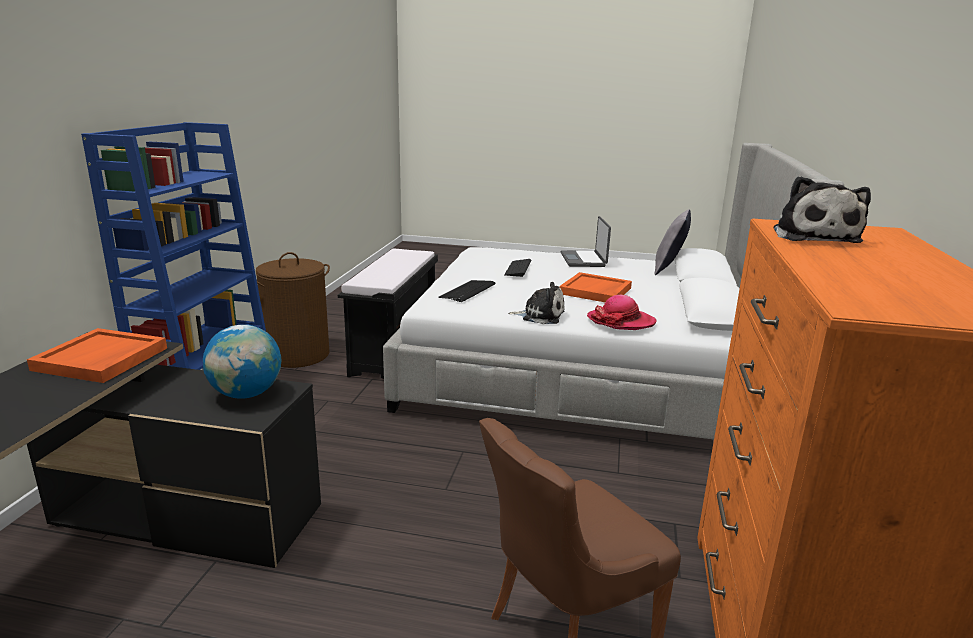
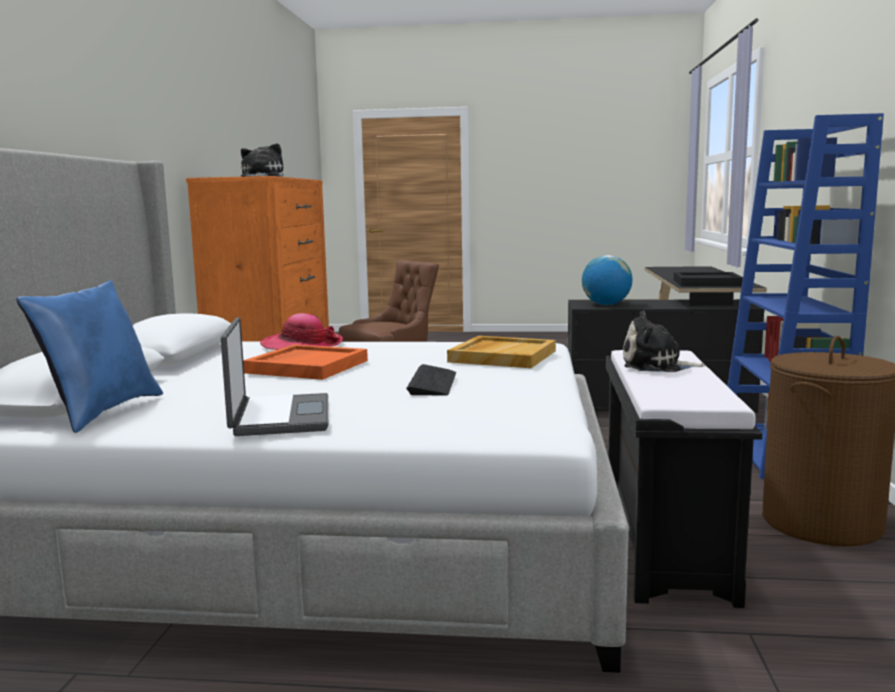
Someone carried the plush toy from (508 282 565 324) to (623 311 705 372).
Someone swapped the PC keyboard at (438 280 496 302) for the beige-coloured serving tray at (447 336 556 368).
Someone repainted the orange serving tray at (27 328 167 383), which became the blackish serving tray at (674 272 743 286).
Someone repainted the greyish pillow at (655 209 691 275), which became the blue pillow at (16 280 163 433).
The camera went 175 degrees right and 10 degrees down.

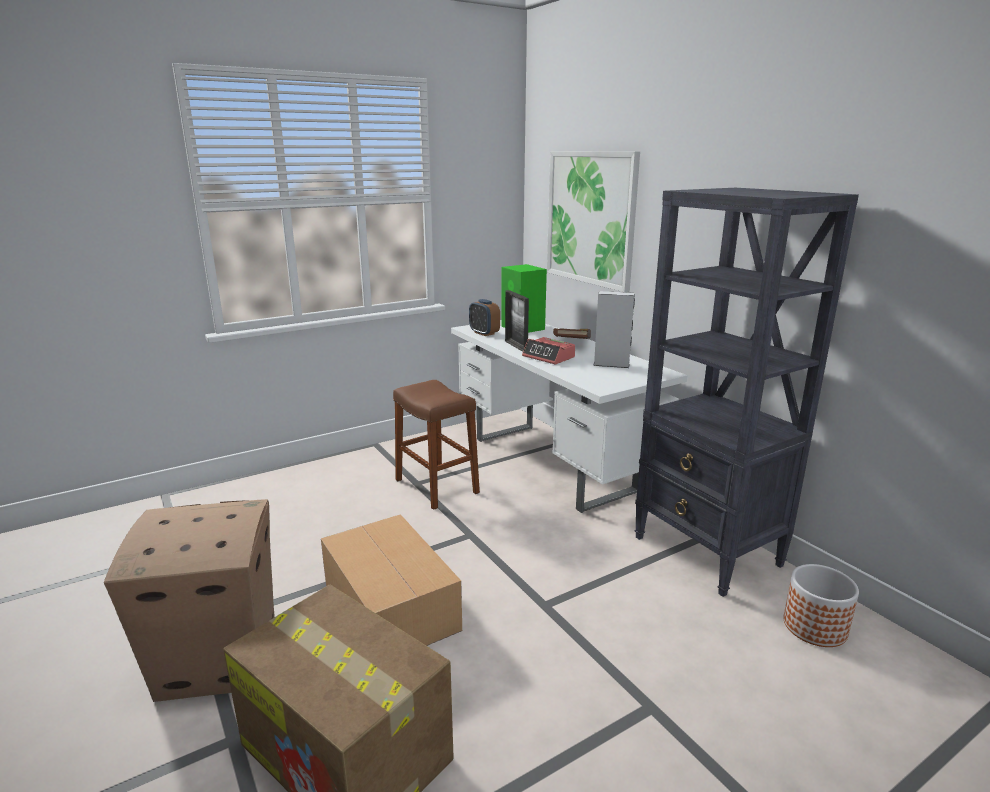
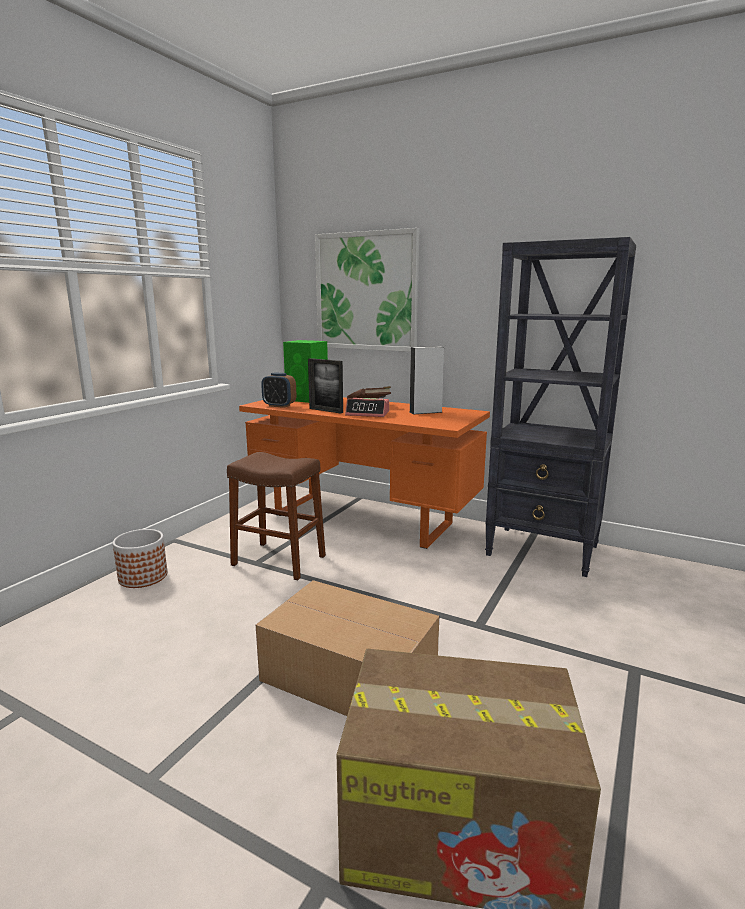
Someone took away the packing box at (104 499 275 702).
Someone carried the plant pot from (783 564 859 647) to (113 529 167 588).
Someone repainted the whitish desk unit at (451 320 687 513), which became the orange desk unit at (239 397 490 549).
The camera went 30 degrees left and 5 degrees down.

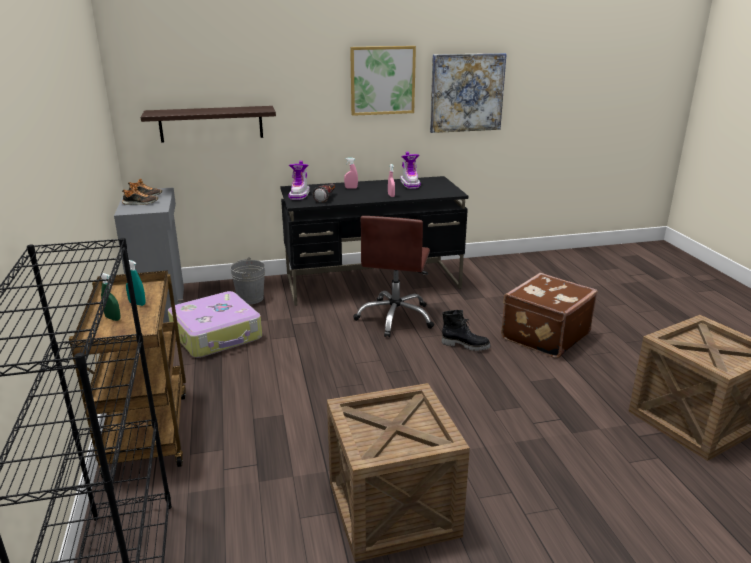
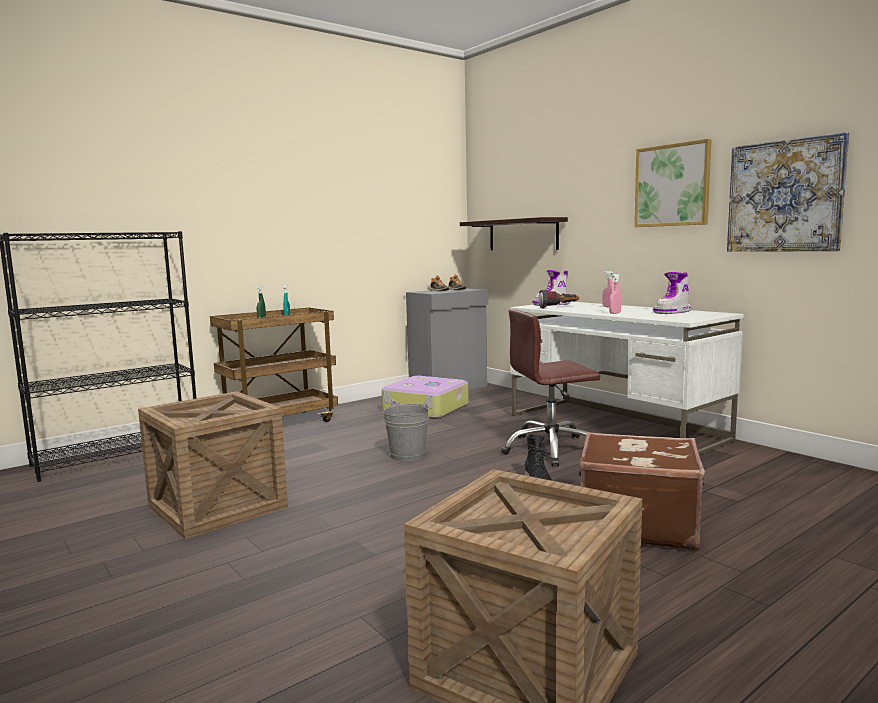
Someone carried the greyish bucket from (230 257 265 305) to (382 404 429 461).
Someone repainted the blackish desk unit at (280 176 468 306), which became the whitish desk unit at (510 302 744 455).
The camera went 65 degrees right and 15 degrees down.

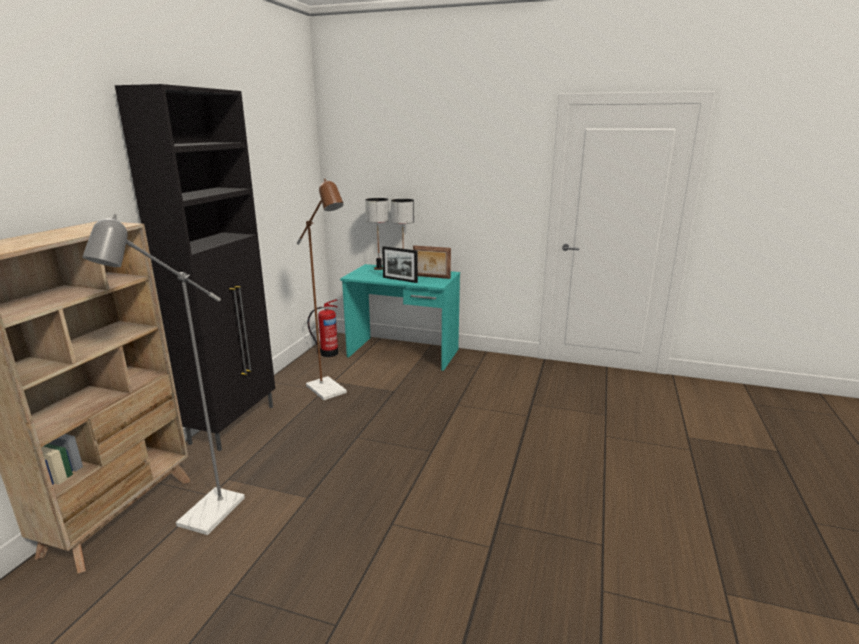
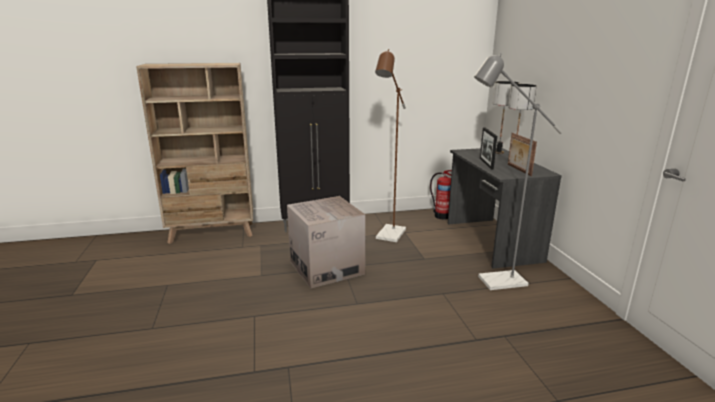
Someone put down the packing box at (287 196 366 288).
Someone carried the greyish standard lamp from (83 214 245 535) to (474 53 563 290).
Someone repainted the turquoise desk unit at (340 264 460 371), which became the greyish desk unit at (448 148 562 268).
The camera went 60 degrees right and 0 degrees up.

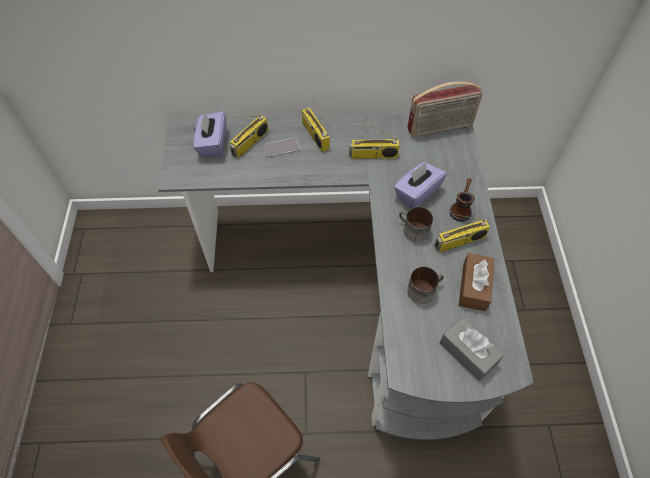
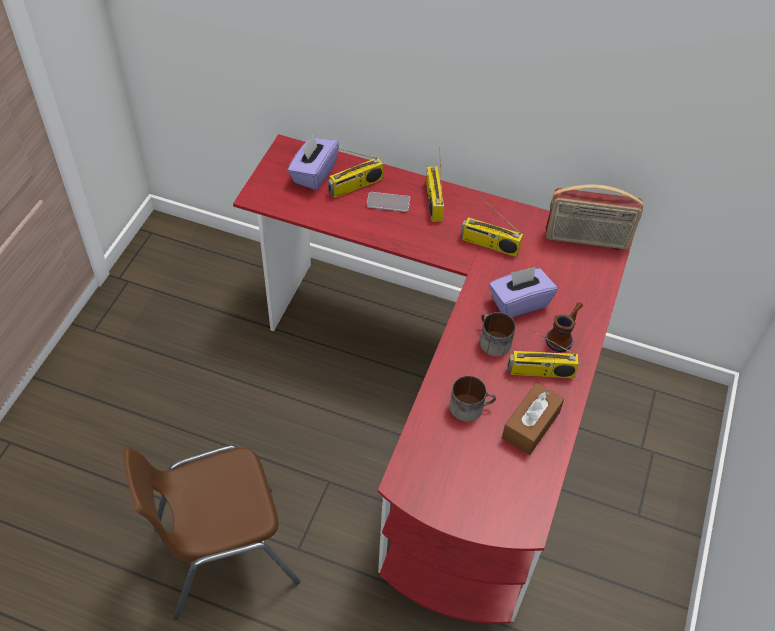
Someone took away the greyish tissue holder at (440 317 504 381).
Someone repainted the greyish desk unit at (158 115 534 440), which became the reddish desk unit at (233 134 634 624).
The camera went 20 degrees right and 5 degrees down.

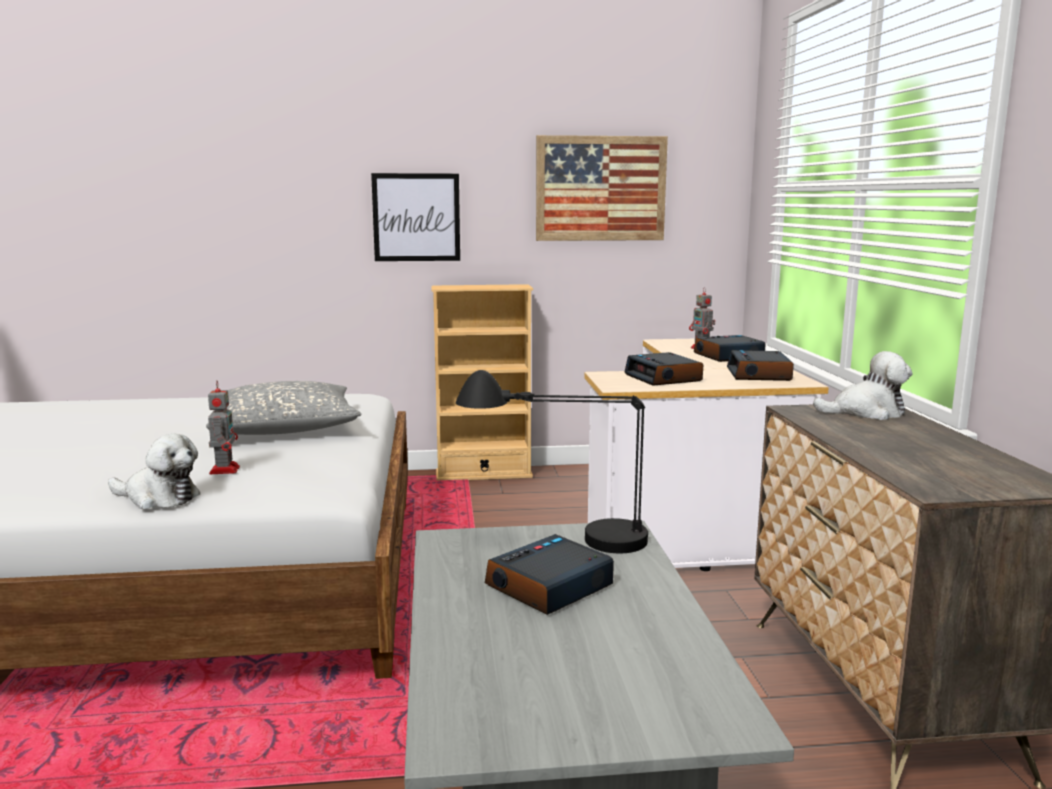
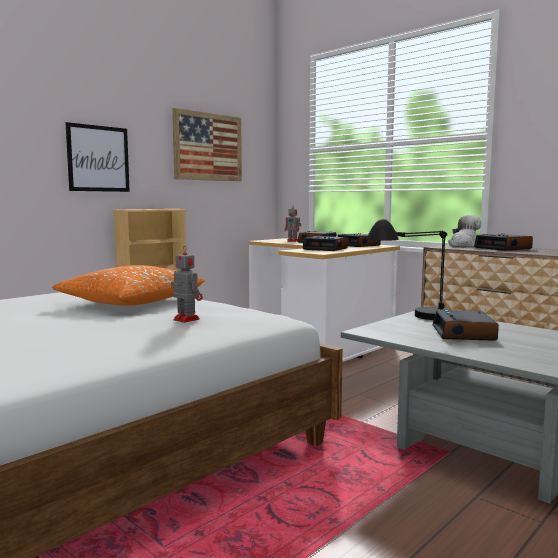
Someone took away the plush toy at (108 434 200 509).
Someone put down the table clock at (474 233 533 251).
Someone repainted the greyish pillow at (206 381 361 435), which became the orange pillow at (52 265 205 305).
The camera went 40 degrees left and 5 degrees down.

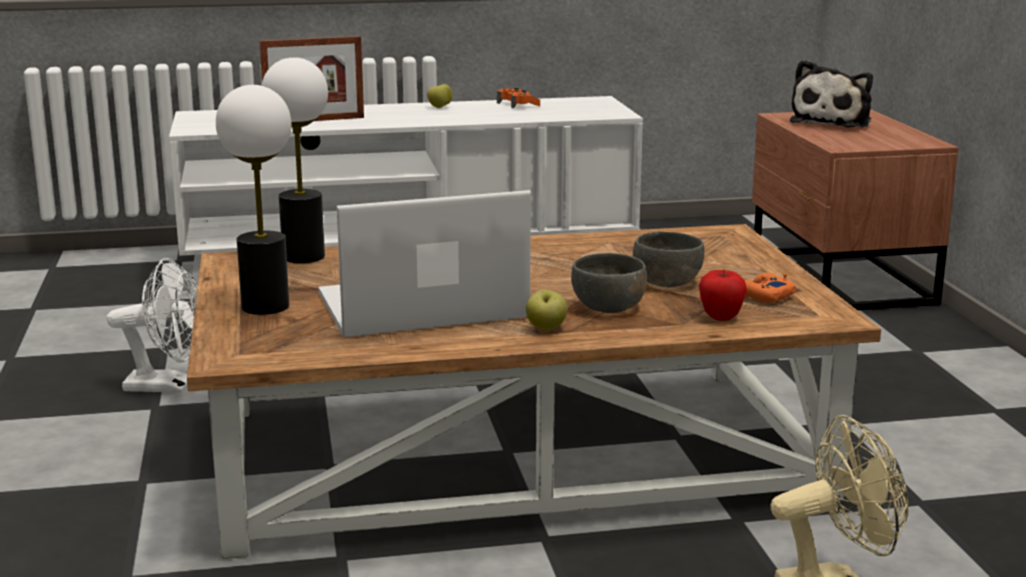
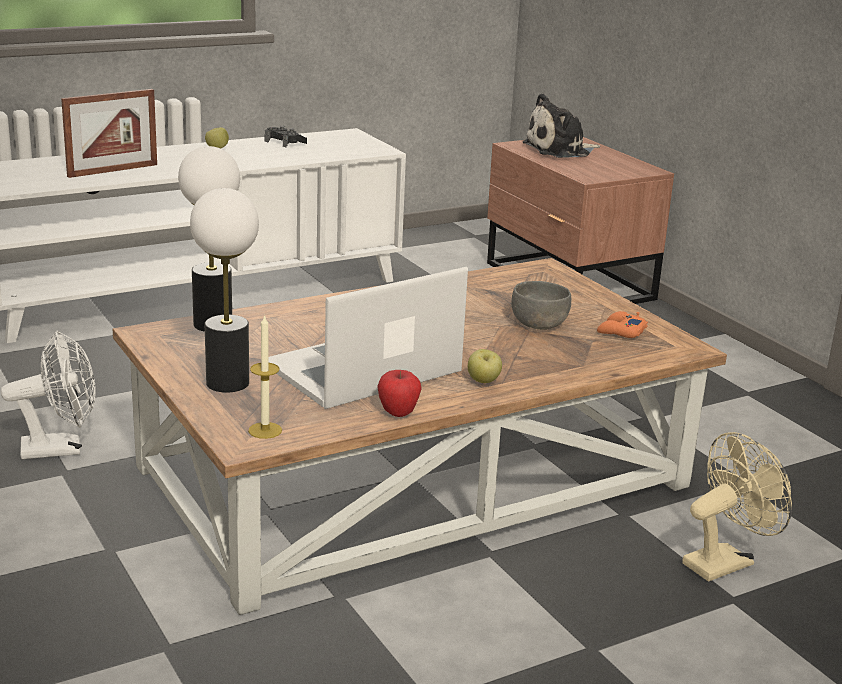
Someone took away the greyish bowl at (571 253 647 313).
Someone put down the wax candle at (248 314 282 439).
Someone carried the apple fruit from (699 270 747 321) to (377 370 422 417).
Someone repainted the orange game controller at (497 87 540 108), which became the blackish game controller at (265 126 307 147).
Someone rotated the plush toy at (790 60 873 128) by 60 degrees clockwise.
The camera went 20 degrees left and 5 degrees up.

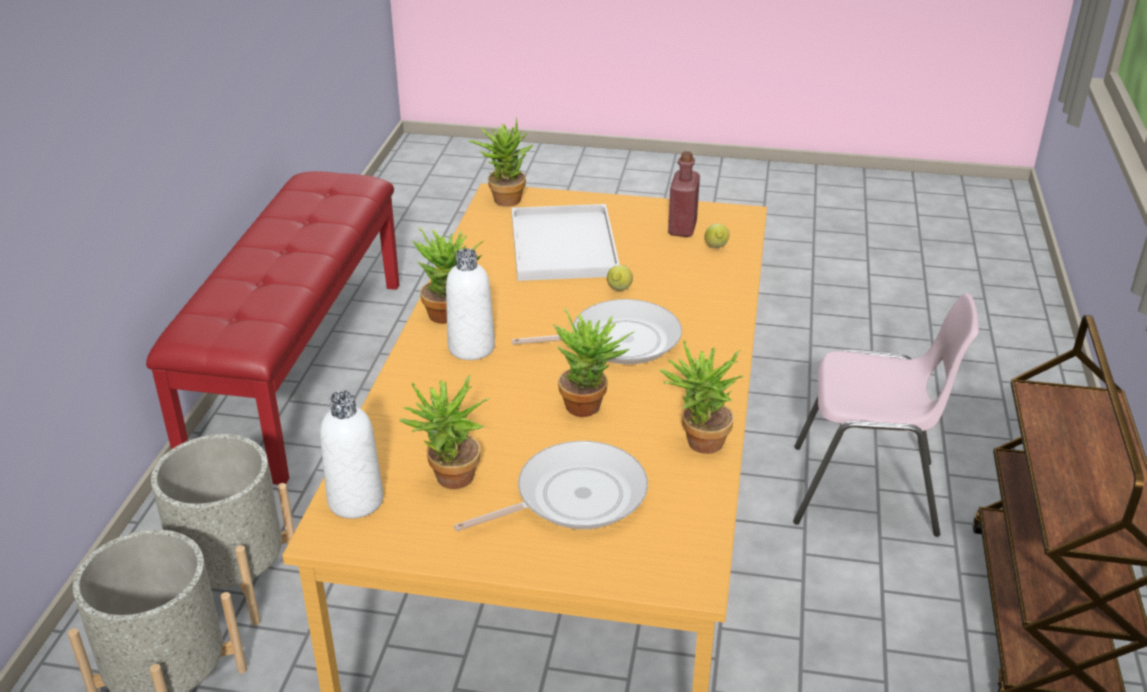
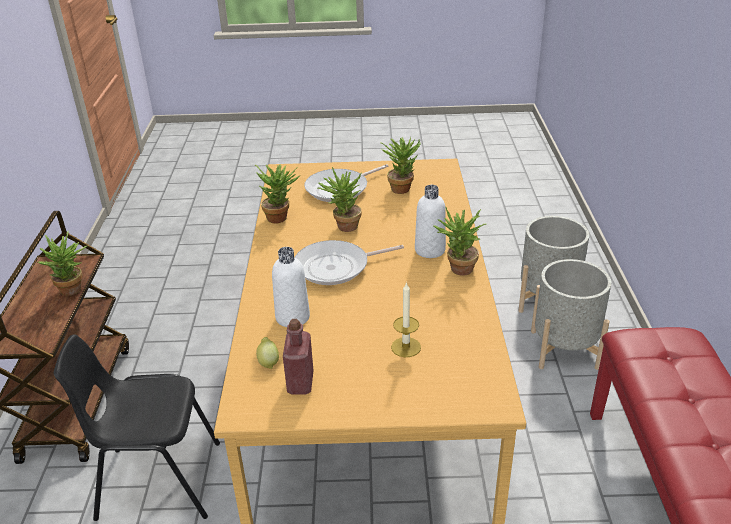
Someone took away the lemon at (607 265 633 291).
Someone carried the whitish drink bottle from (320 391 383 519) to (272 247 310 327).
Someone carried the houseplant from (469 117 533 207) to (38 231 87 296).
Someone swapped the whitish serving tray at (512 204 620 281) for the wax candle at (391 282 421 357).
Someone repainted the pink-coloured upright chair at (793 293 979 537), which became the blackish upright chair at (54 334 220 521).
The camera went 170 degrees right and 0 degrees up.

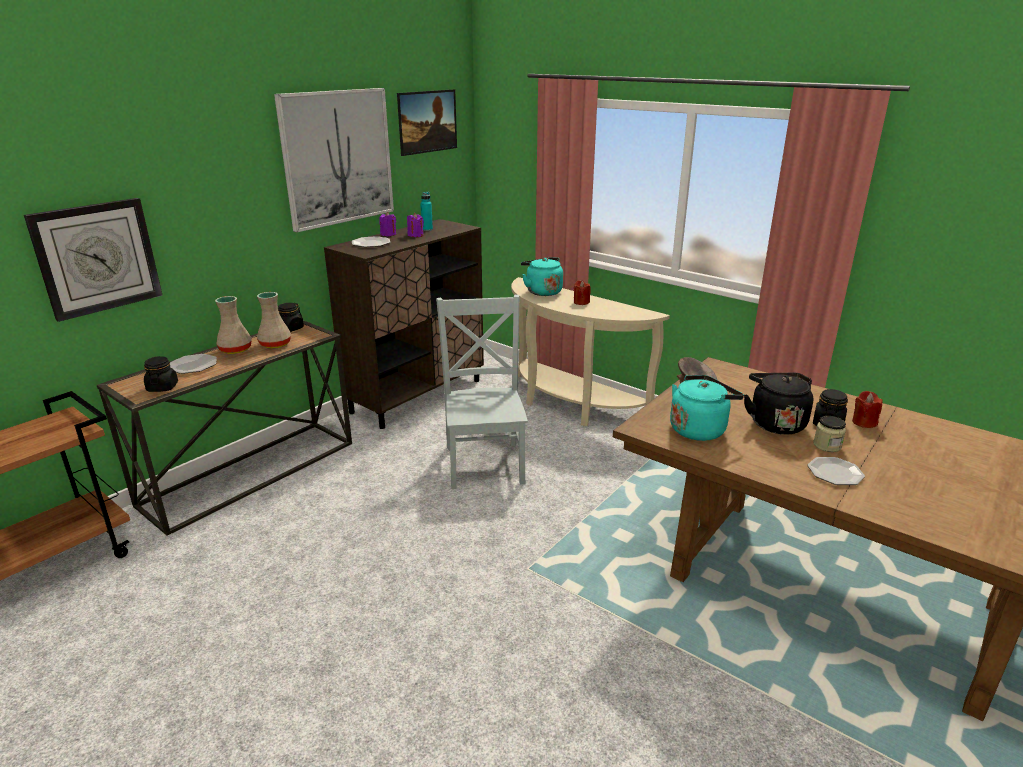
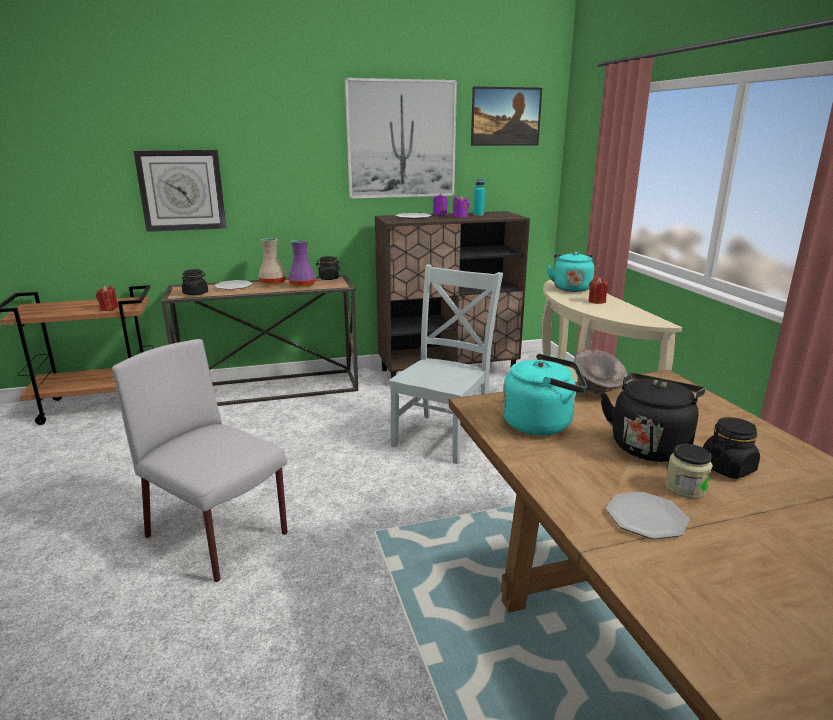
Someone put down the greyish upright chair at (112 339 288 582).
Someone carried the reddish wax candle from (852 391 883 428) to (96 285 119 311).
Someone repainted the beige-coloured flower vase at (257 292 291 349), which became the purplish flower vase at (288 240 316 287).
The camera went 35 degrees right and 5 degrees down.

